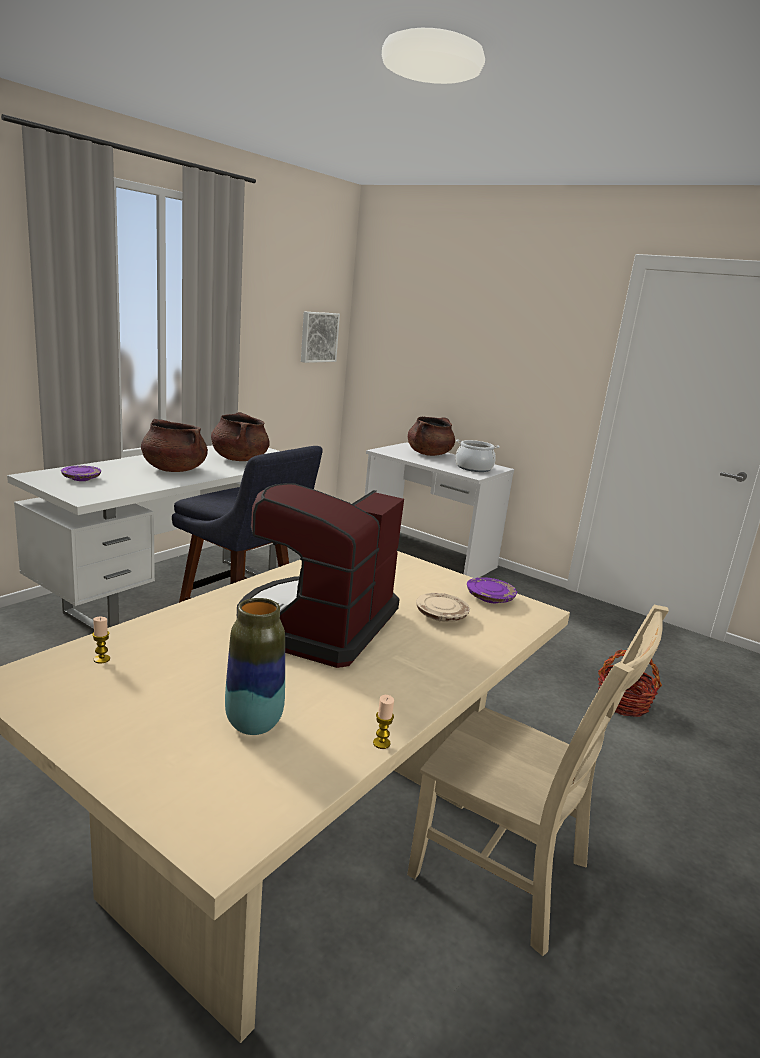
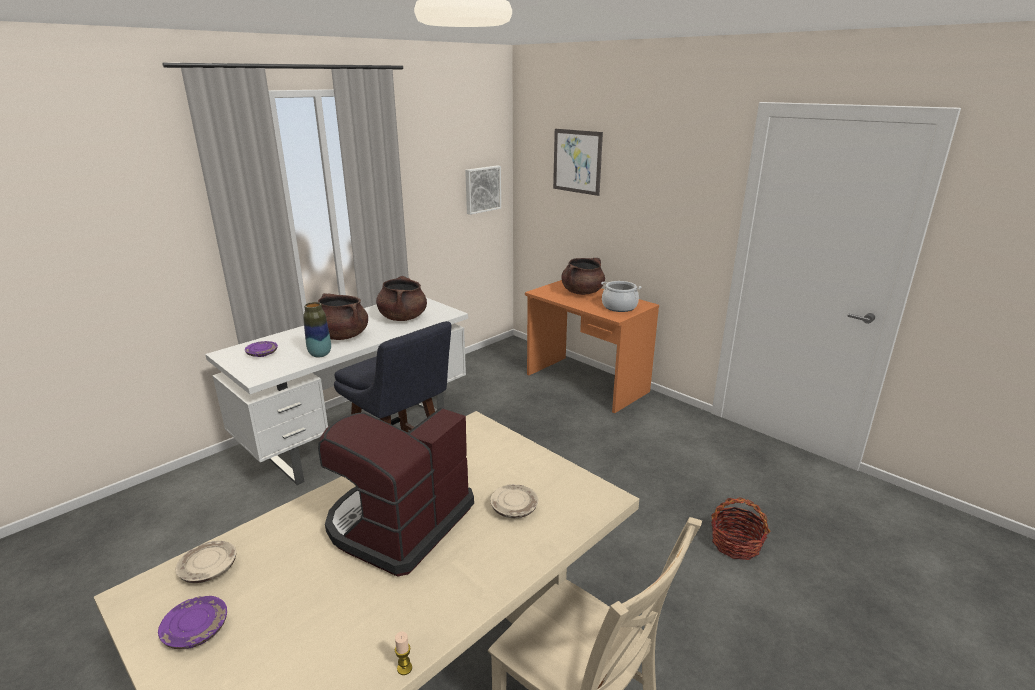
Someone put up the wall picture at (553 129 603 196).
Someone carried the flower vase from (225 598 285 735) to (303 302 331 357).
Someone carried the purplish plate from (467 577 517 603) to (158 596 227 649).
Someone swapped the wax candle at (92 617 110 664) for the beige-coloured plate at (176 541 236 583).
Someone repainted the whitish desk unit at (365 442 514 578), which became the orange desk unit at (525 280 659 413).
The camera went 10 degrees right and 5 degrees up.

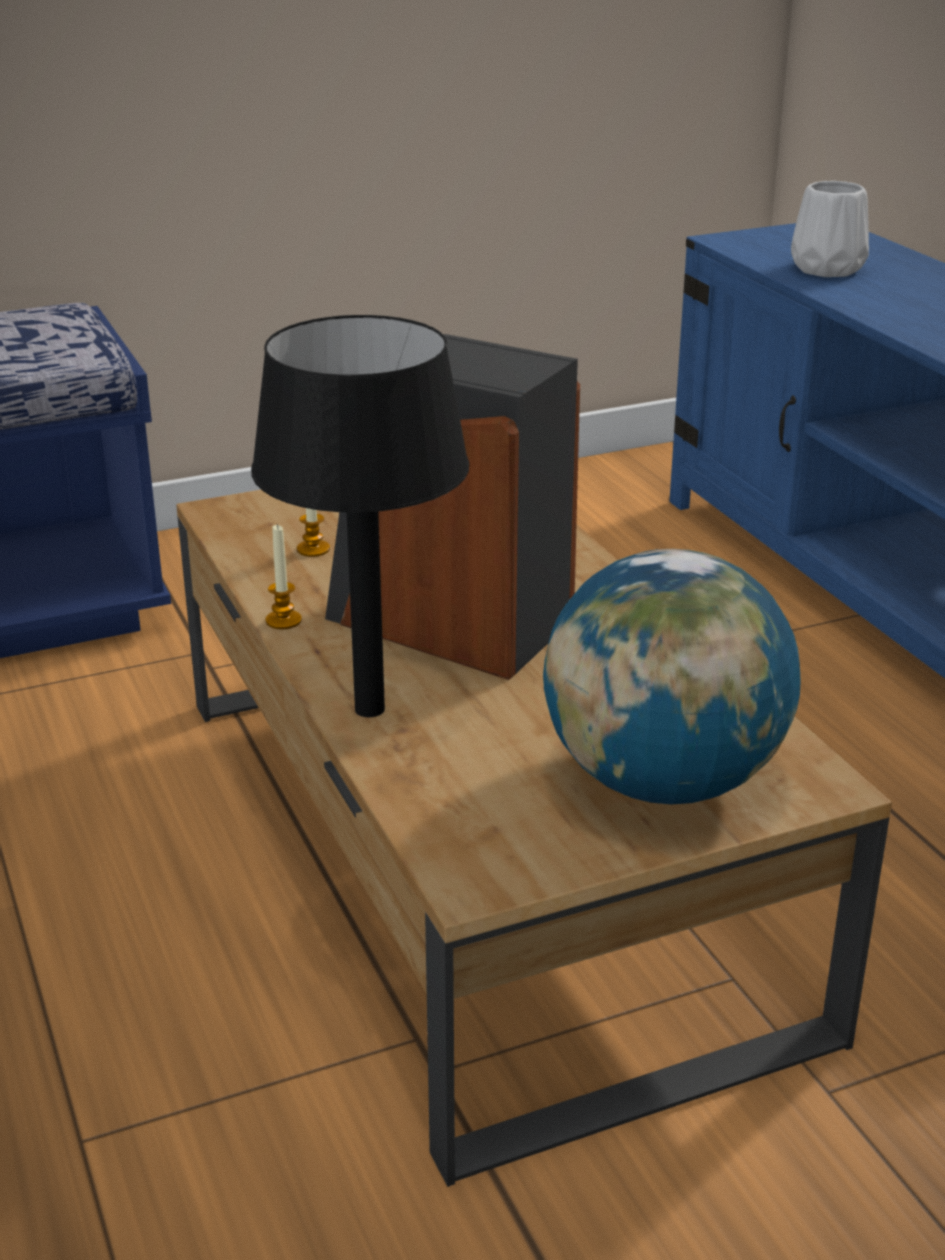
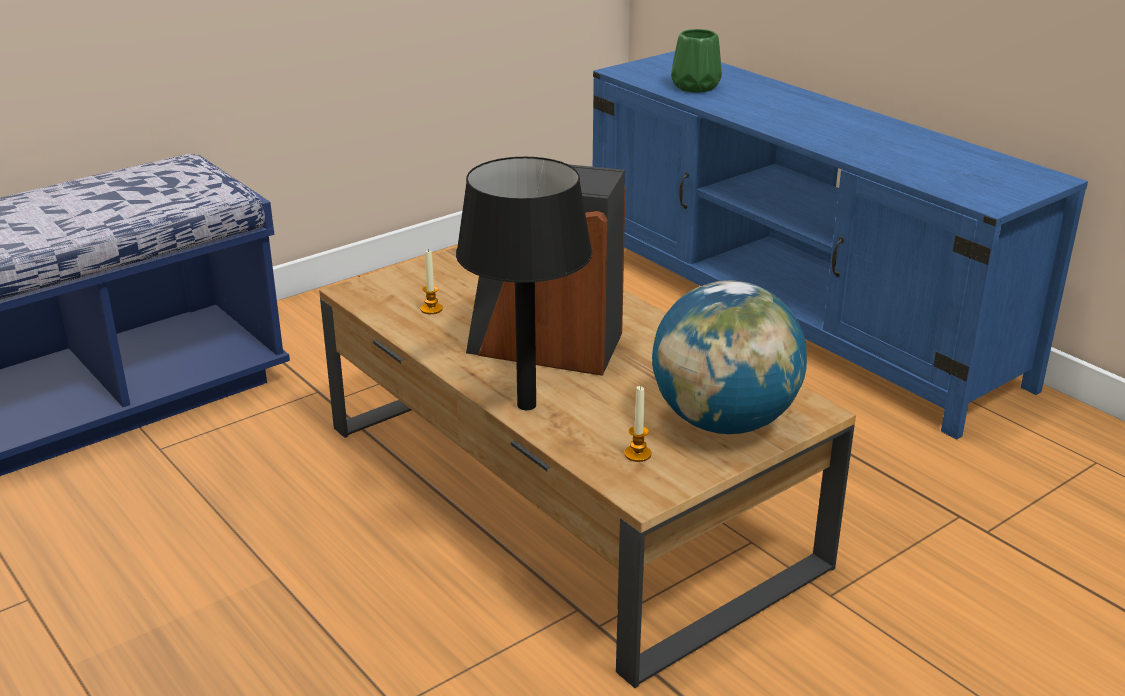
Someone carried the wax candle from (266 524 302 630) to (624 385 652 462).
Someone repainted the whitish flower vase at (791 181 869 277), which became the greenish flower vase at (671 29 722 93).
The camera went 15 degrees left and 0 degrees up.

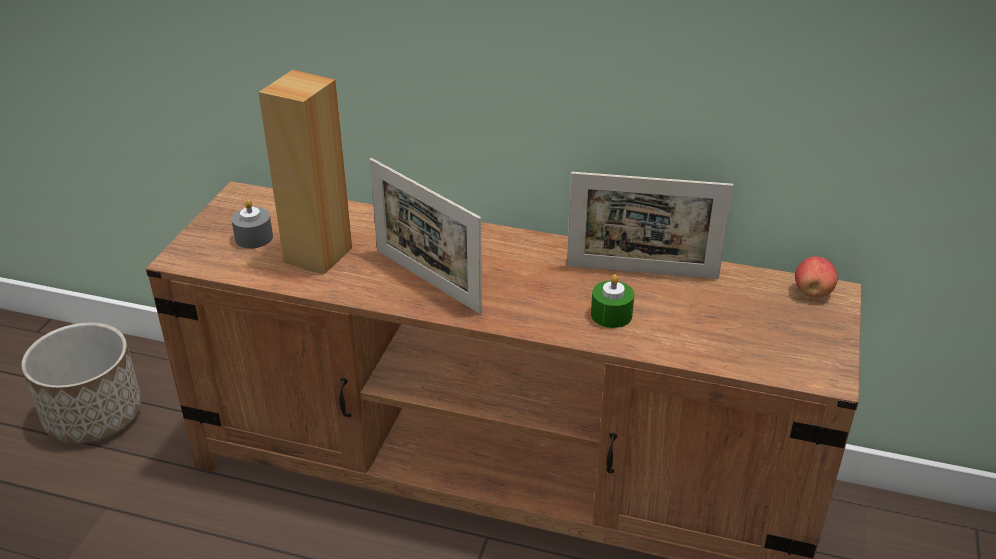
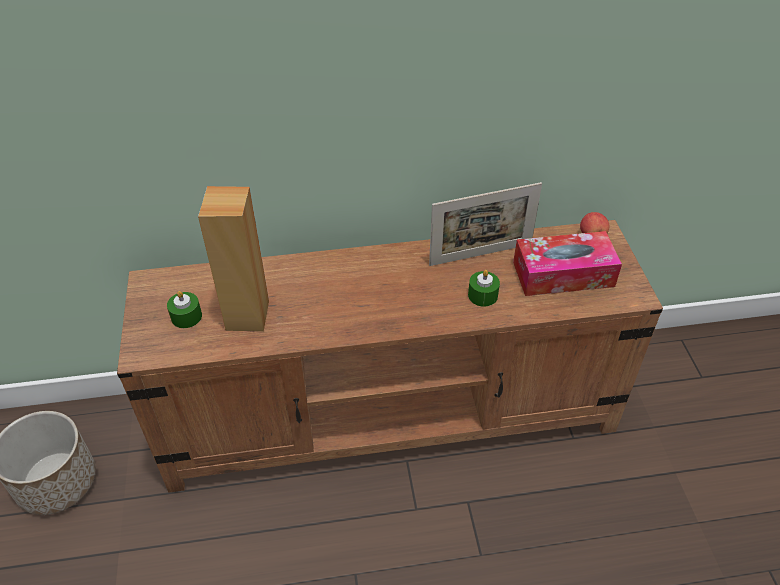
Someone took away the photo frame at (370 158 482 314).
Someone put down the tissue holder at (513 231 622 296).
Someone repainted the greyish wax candle at (231 199 273 249), which became the greenish wax candle at (167 291 202 328).
The camera went 25 degrees left and 10 degrees up.

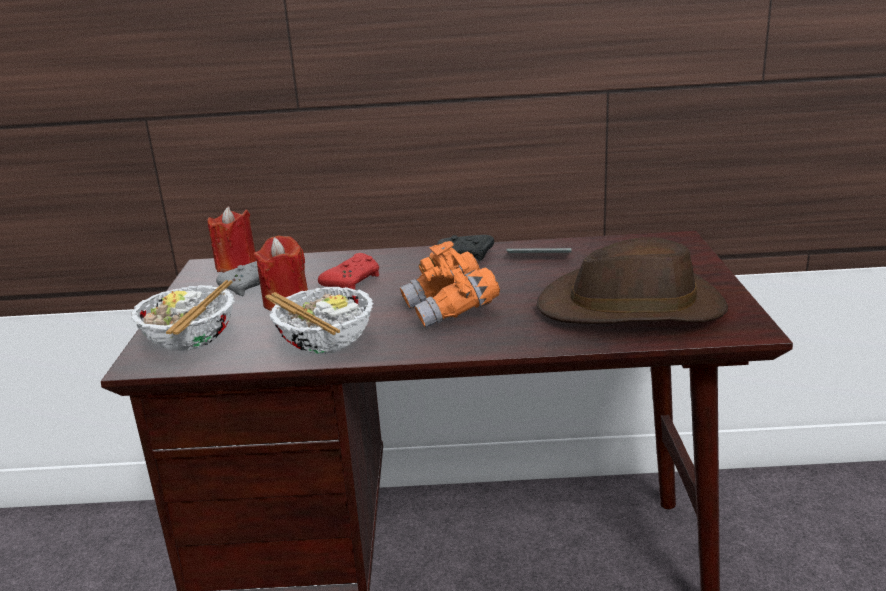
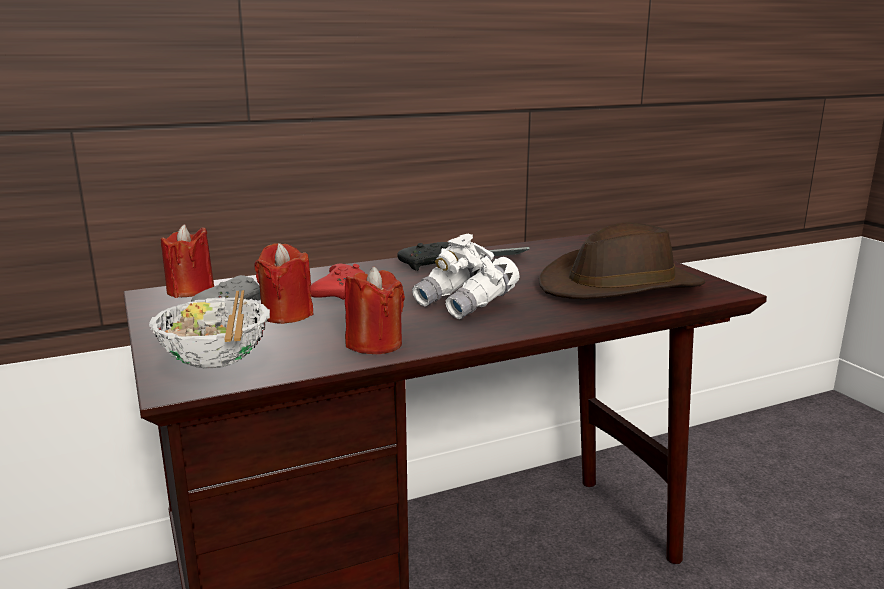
Someone swapped the bowl at (265 287 373 354) for the reddish wax candle at (345 267 405 354).
Someone repainted the orange binoculars at (400 241 500 328), which became the whitish binoculars at (412 234 519 319).
The camera went 25 degrees left and 5 degrees down.

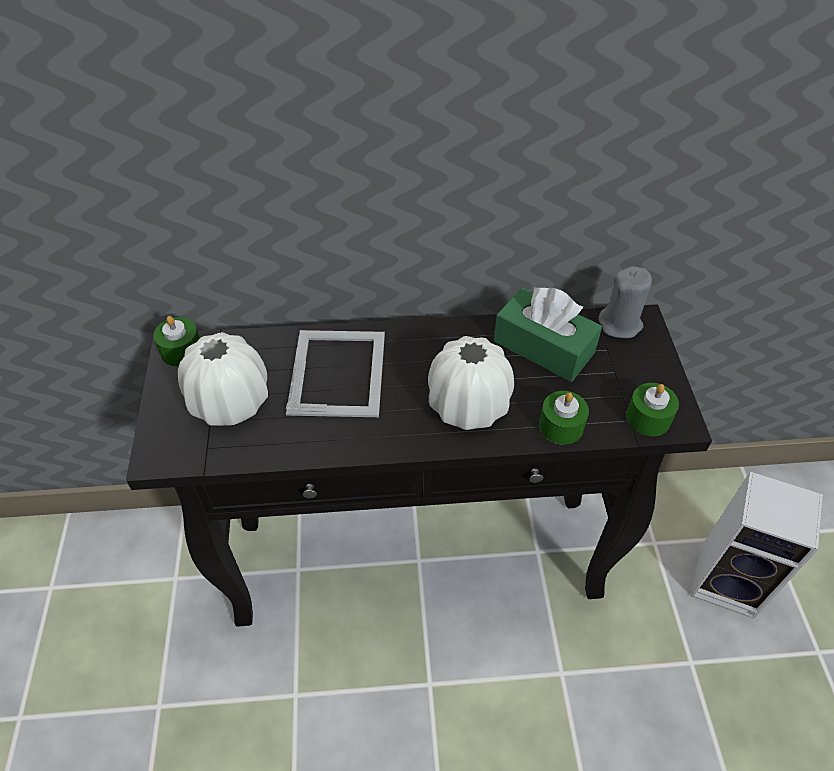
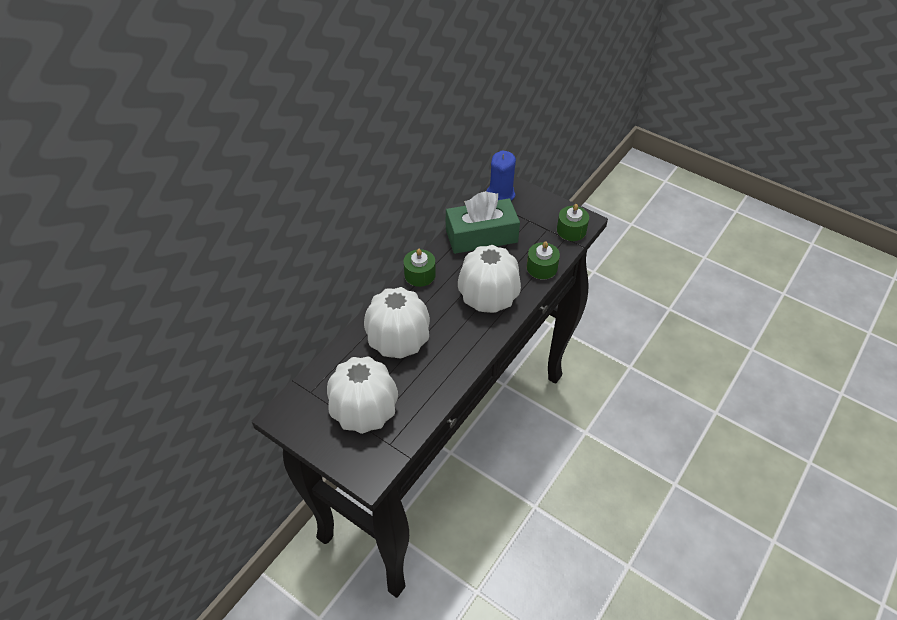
Someone took away the audio speaker at (691 471 823 619).
Someone carried the greenish wax candle from (153 316 200 367) to (404 249 436 287).
Someone swapped the photo frame at (286 330 385 417) for the whitish flower vase at (364 287 430 358).
Someone repainted the greyish wax candle at (599 266 652 339), which became the blue wax candle at (486 150 516 201).
The camera went 50 degrees left and 0 degrees up.

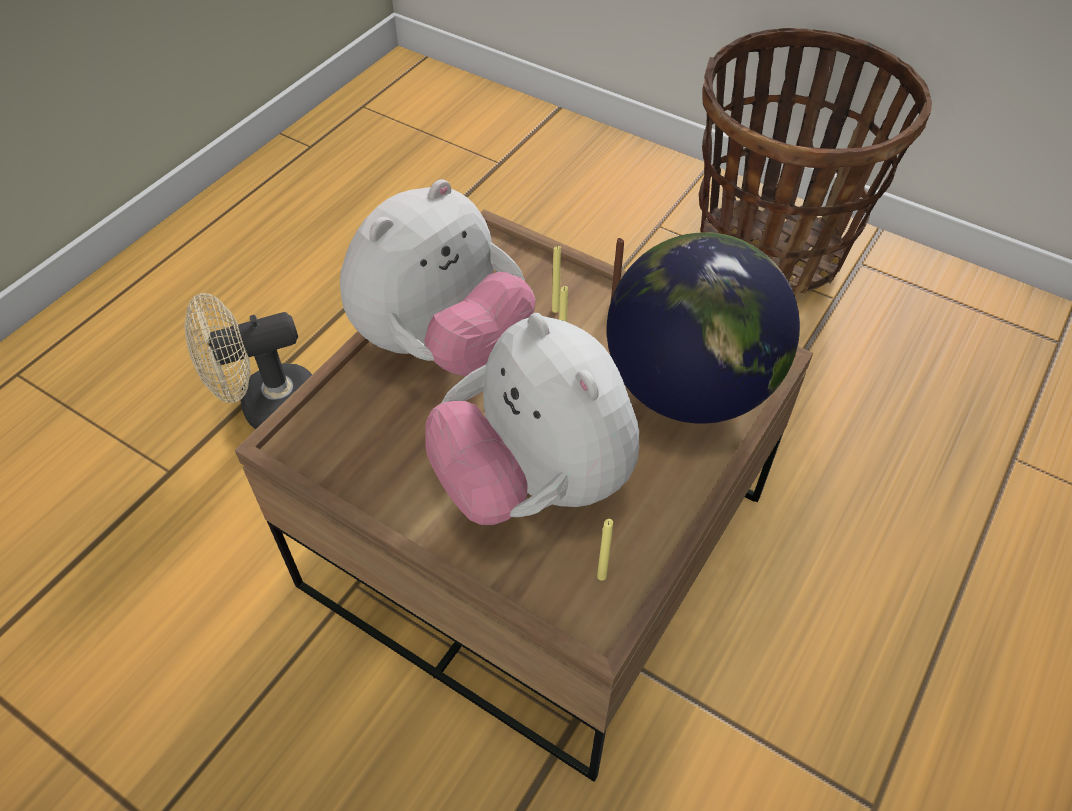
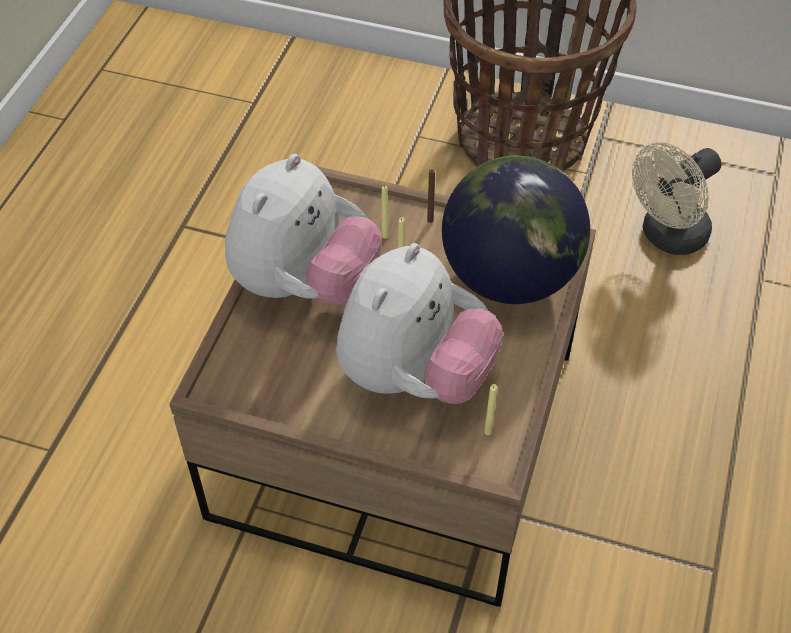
Someone carried the beige-coloured cooling fan from (184 293 312 429) to (632 142 721 255).
Someone rotated the plush toy at (425 313 639 525) by 105 degrees counterclockwise.
The camera went 15 degrees left and 0 degrees up.

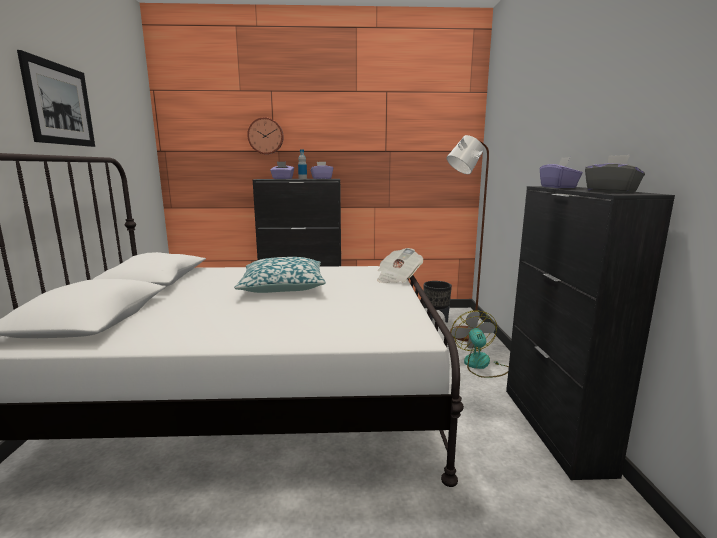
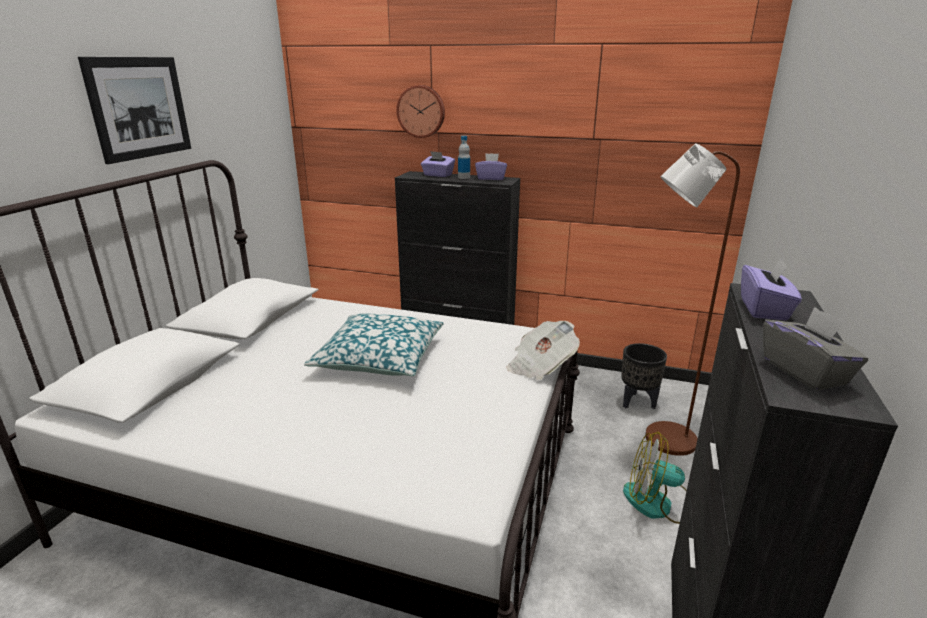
Someone rotated the cooling fan at (451 310 509 378) by 90 degrees counterclockwise.
The camera went 20 degrees right and 10 degrees up.

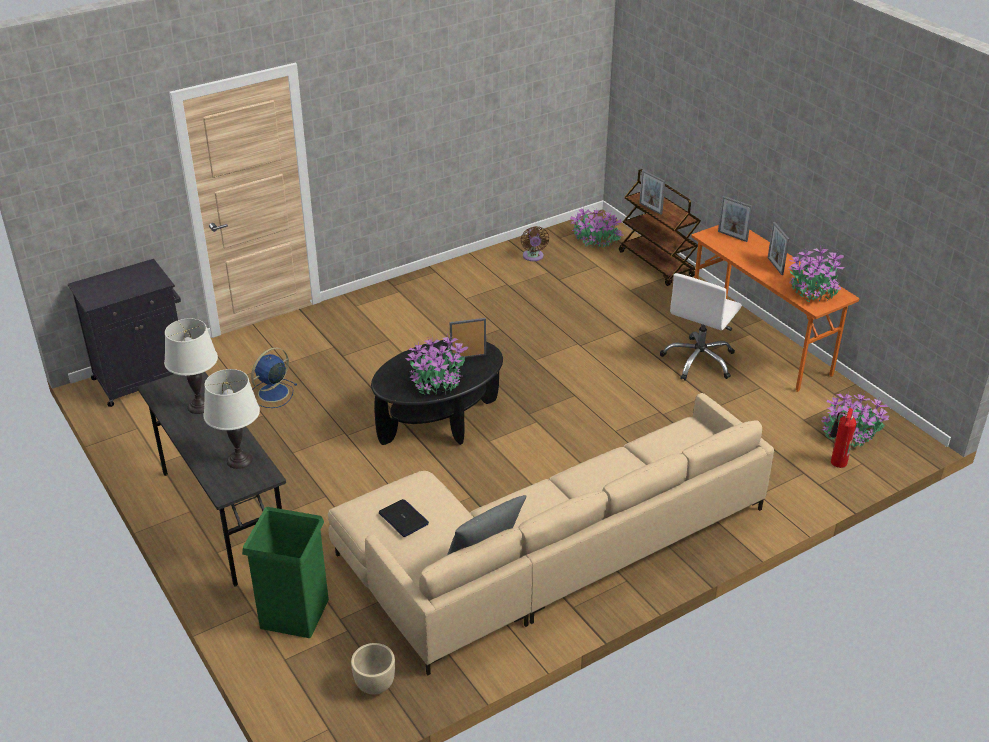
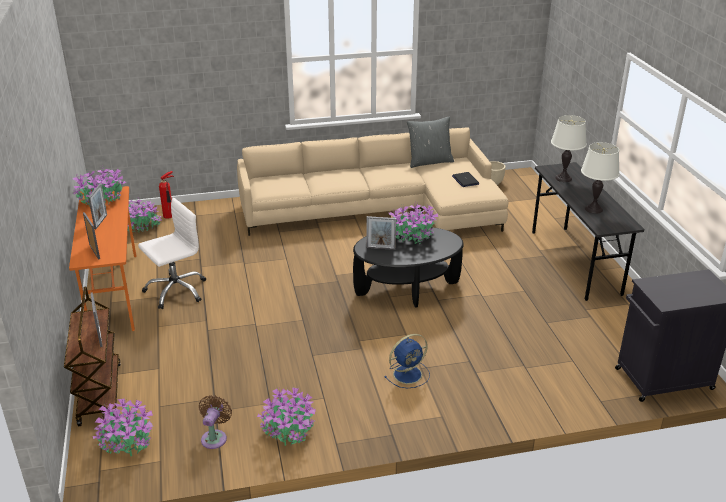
Someone took away the greenish waste bin at (242 507 329 638).
Someone put down the houseplant at (257 386 316 446).
Someone carried the blue cooling fan from (251 347 297 408) to (384 334 430 389).
The camera went 160 degrees left and 5 degrees down.

